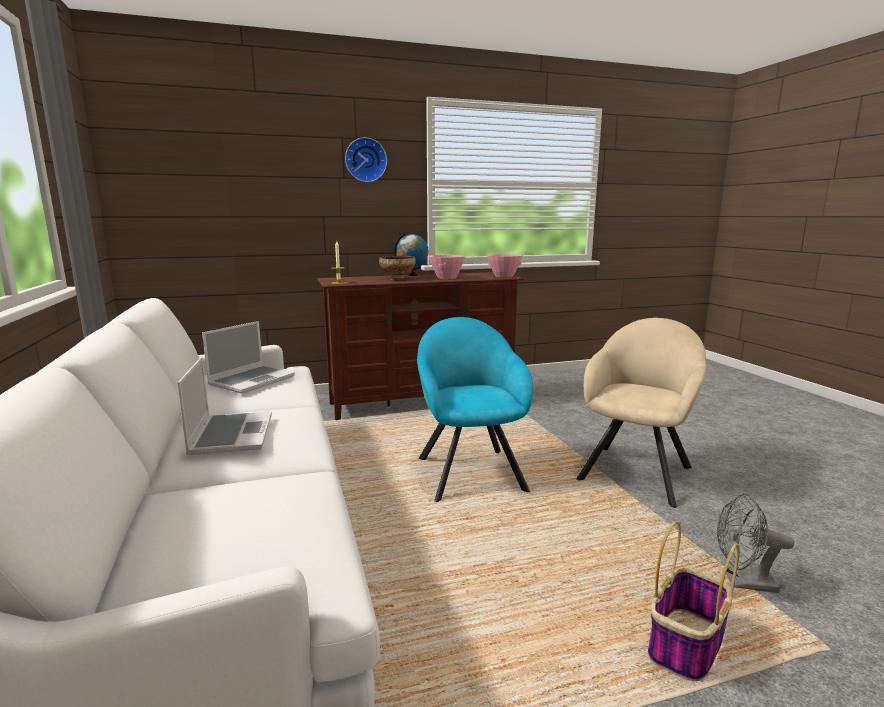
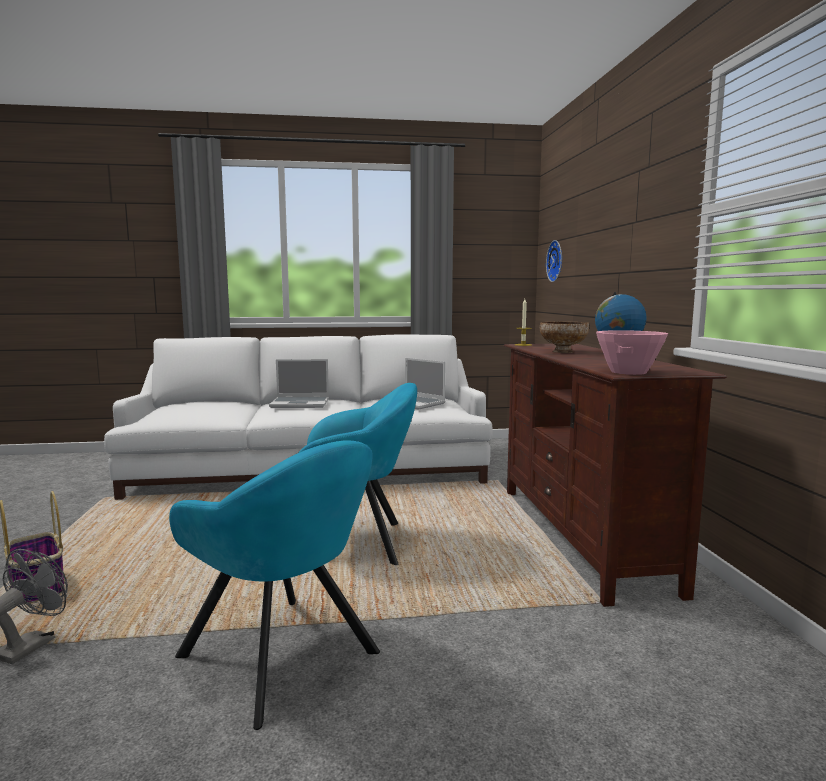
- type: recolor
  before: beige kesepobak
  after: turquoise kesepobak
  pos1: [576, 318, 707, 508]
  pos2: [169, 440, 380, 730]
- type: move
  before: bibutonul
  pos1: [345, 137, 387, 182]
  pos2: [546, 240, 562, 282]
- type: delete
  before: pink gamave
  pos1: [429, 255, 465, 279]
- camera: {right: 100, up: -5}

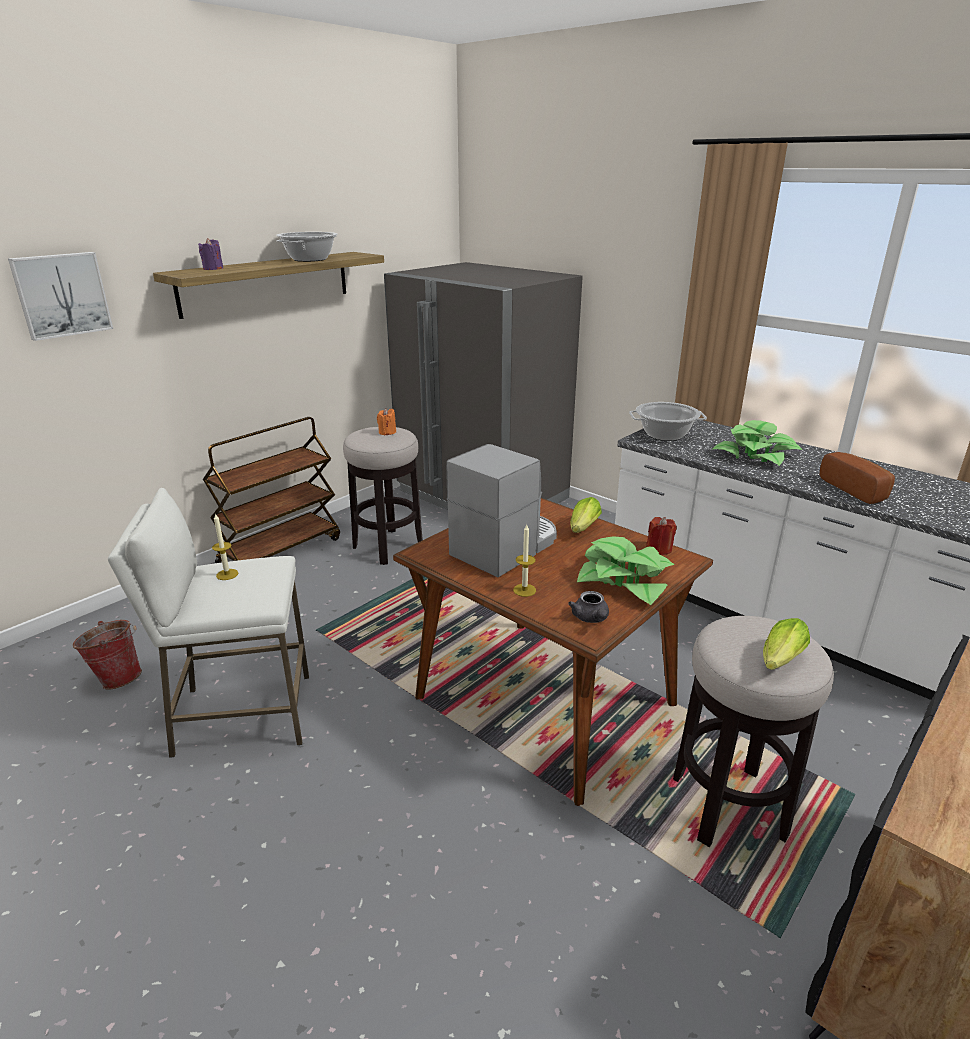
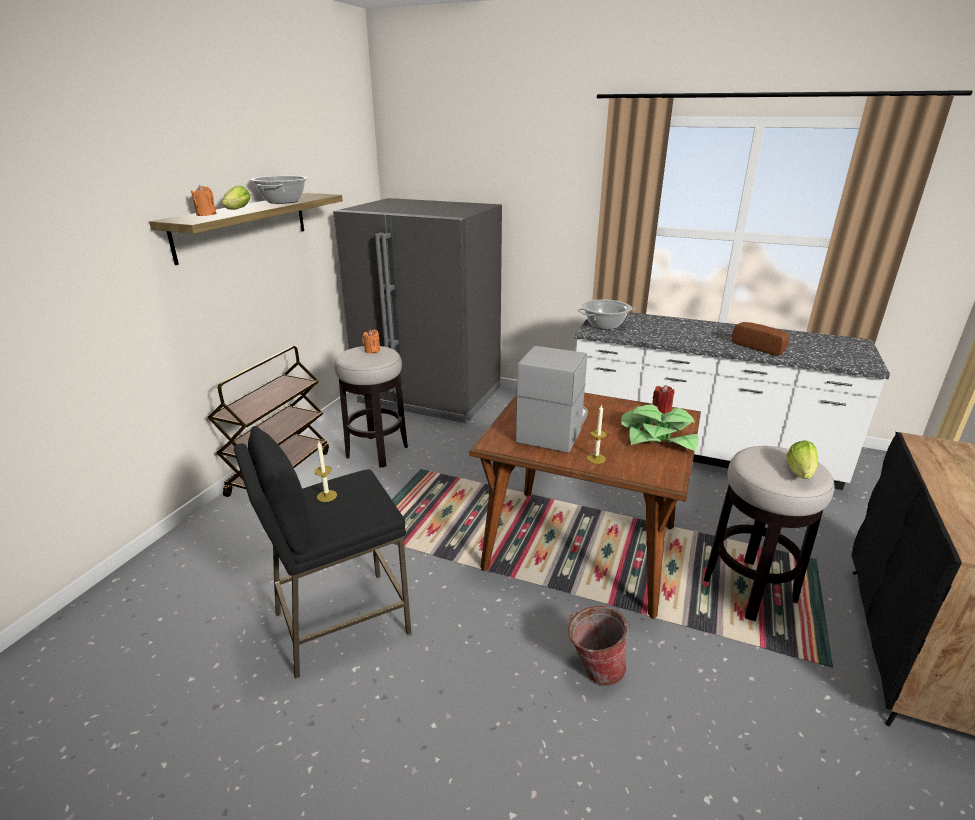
- type: recolor
  before: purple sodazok
  after: orange sodazok
  pos1: [199, 238, 223, 270]
  pos2: [191, 185, 217, 216]
- type: move
  before: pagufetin
  pos1: [570, 497, 602, 533]
  pos2: [222, 185, 250, 210]
- type: recolor
  before: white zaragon
  after: black zaragon
  pos1: [108, 488, 309, 758]
  pos2: [234, 426, 411, 679]
- type: move
  before: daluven
  pos1: [73, 620, 142, 690]
  pos2: [568, 606, 631, 686]
- type: delete
  before: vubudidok
  pos1: [8, 252, 113, 341]
- type: delete
  before: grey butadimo
  pos1: [568, 591, 609, 623]
- type: delete
  before: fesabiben
  pos1: [713, 420, 803, 466]
- camera: {right: -20, up: 0}

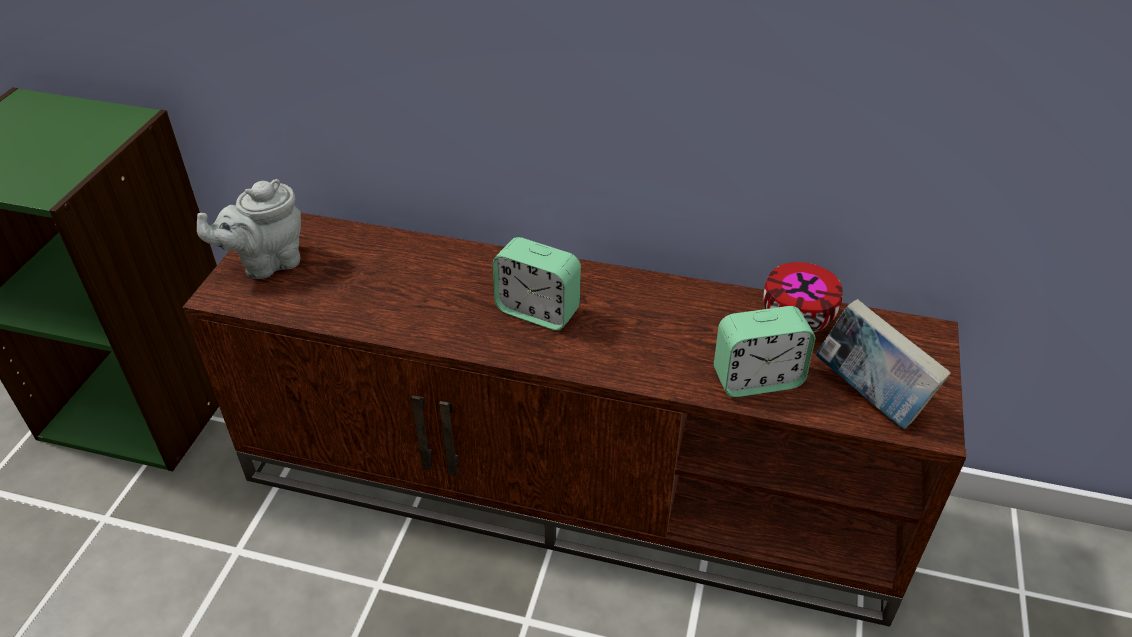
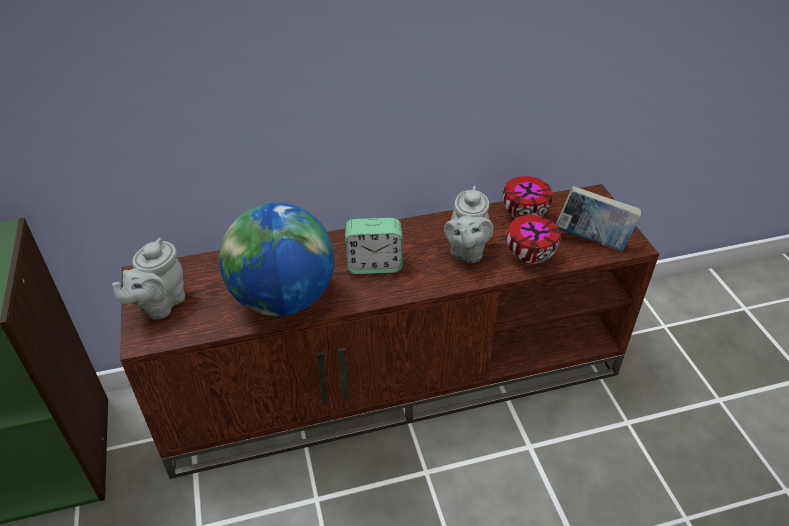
- type: insert
  after: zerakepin
  pos2: [219, 203, 334, 317]
- type: insert
  after: grey butadimo
  pos2: [444, 186, 493, 263]
- type: replace
  before: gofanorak
  after: gamave
  pos1: [714, 306, 815, 397]
  pos2: [506, 215, 561, 263]
- camera: {right: -30, up: 0}

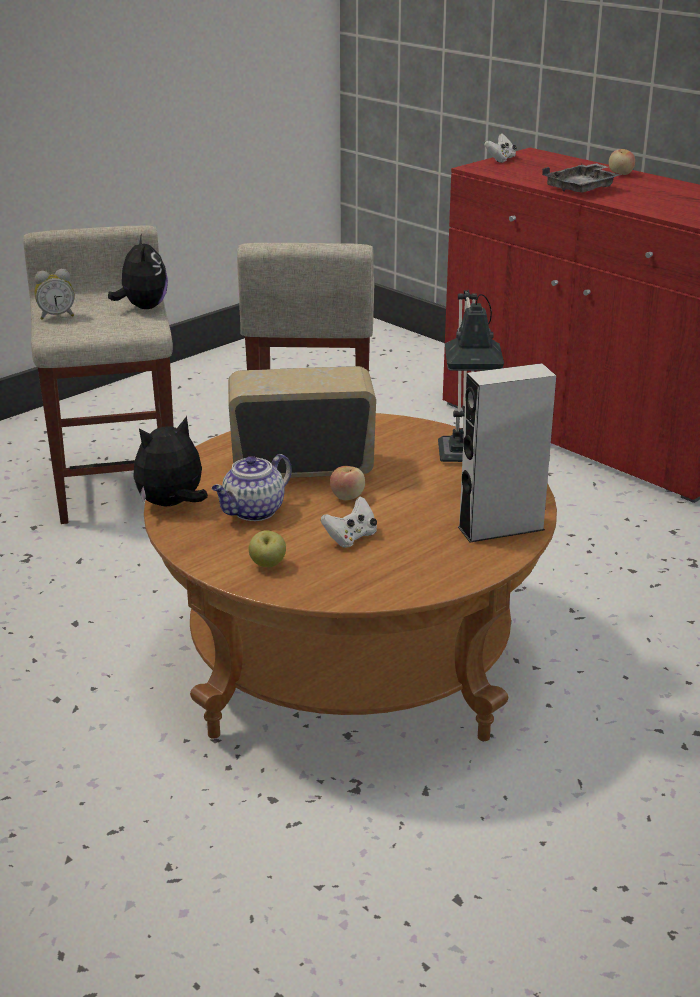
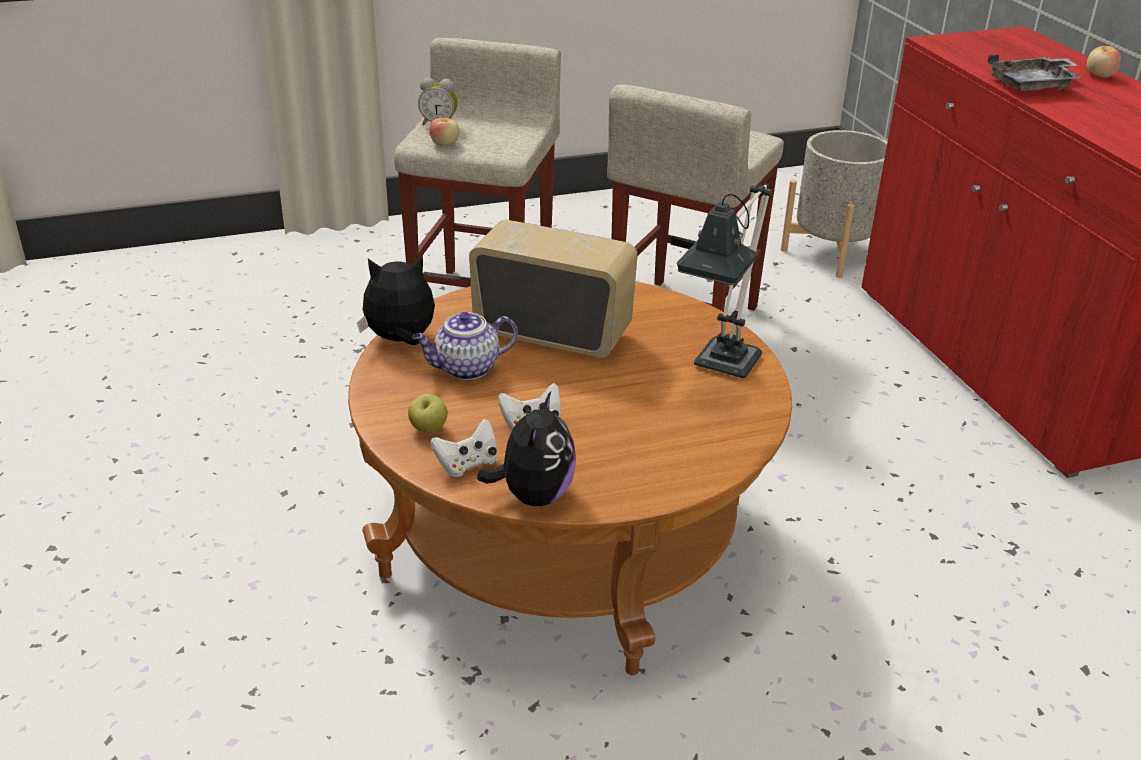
- type: move
  before: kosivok
  pos1: [330, 466, 365, 500]
  pos2: [429, 118, 459, 146]
- type: move
  before: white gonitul
  pos1: [484, 133, 517, 163]
  pos2: [430, 419, 498, 477]
- type: move
  before: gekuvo
  pos1: [108, 234, 168, 309]
  pos2: [477, 391, 576, 506]
- type: insert
  after: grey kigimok
  pos2: [781, 130, 887, 278]
- type: delete
  before: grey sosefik
  pos1: [458, 363, 556, 542]
- camera: {right: 25, up: 5}

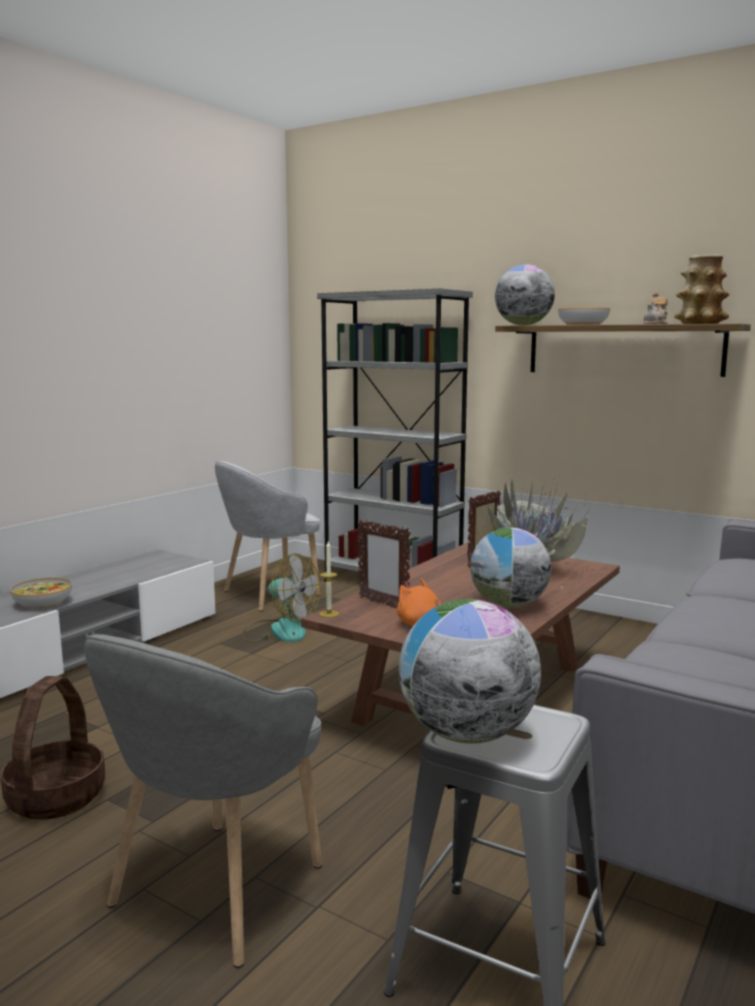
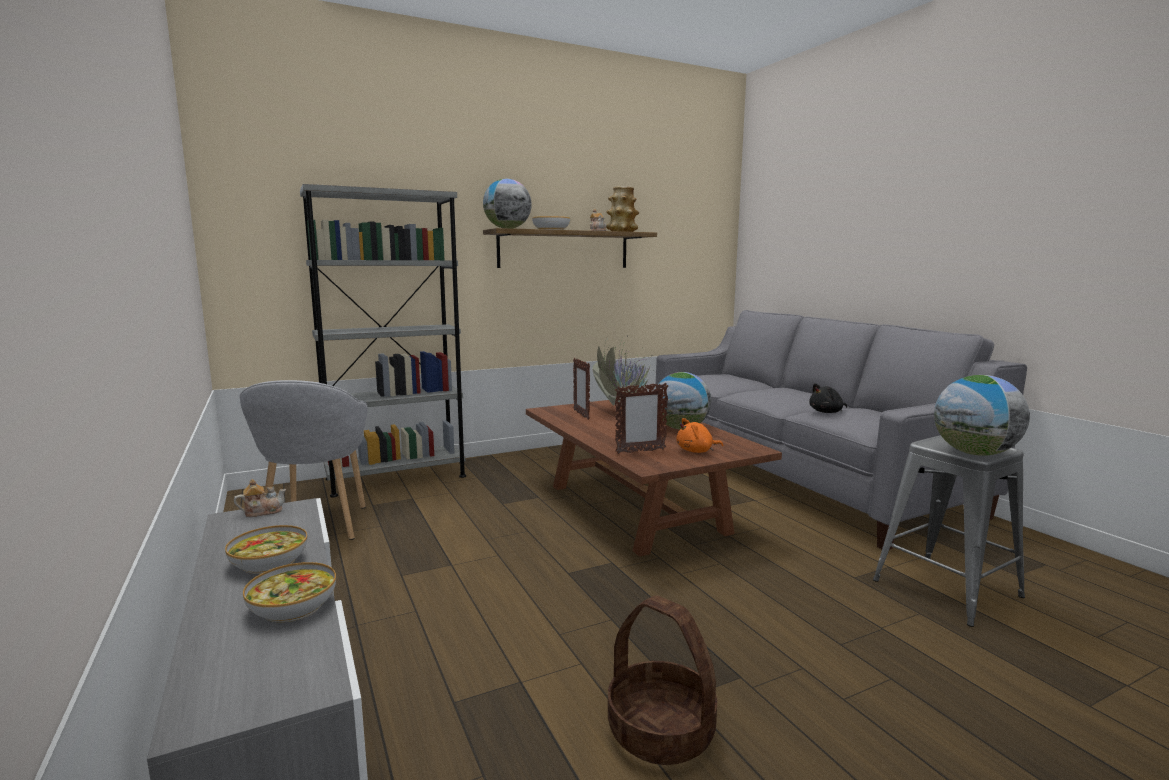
- type: insert
  after: gamave
  pos2: [225, 525, 307, 574]
- type: insert
  after: butadimo
  pos2: [234, 479, 287, 517]
- type: insert
  after: black gekuvo
  pos2: [809, 383, 847, 413]
- type: delete
  before: grey kesepobak
  pos1: [84, 634, 322, 968]
- type: delete
  before: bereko
  pos1: [242, 553, 320, 642]
- type: delete
  before: sodazok
  pos1: [319, 541, 339, 618]
- camera: {right: -60, up: 0}

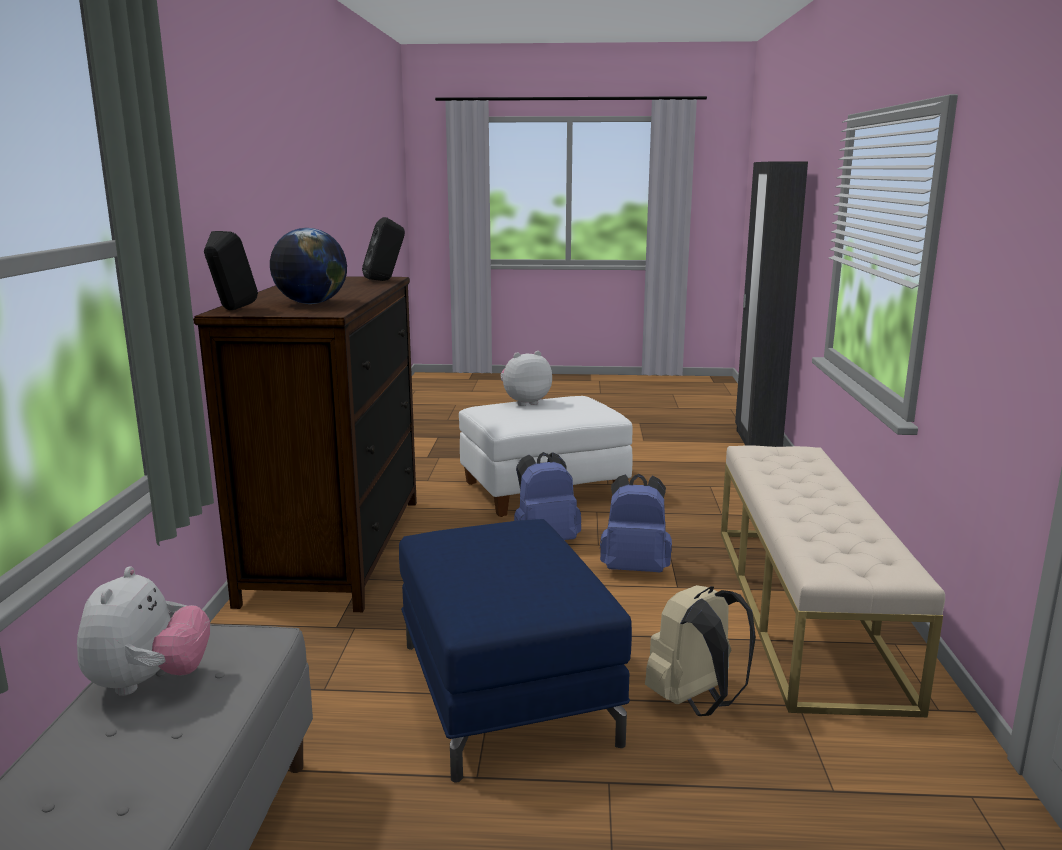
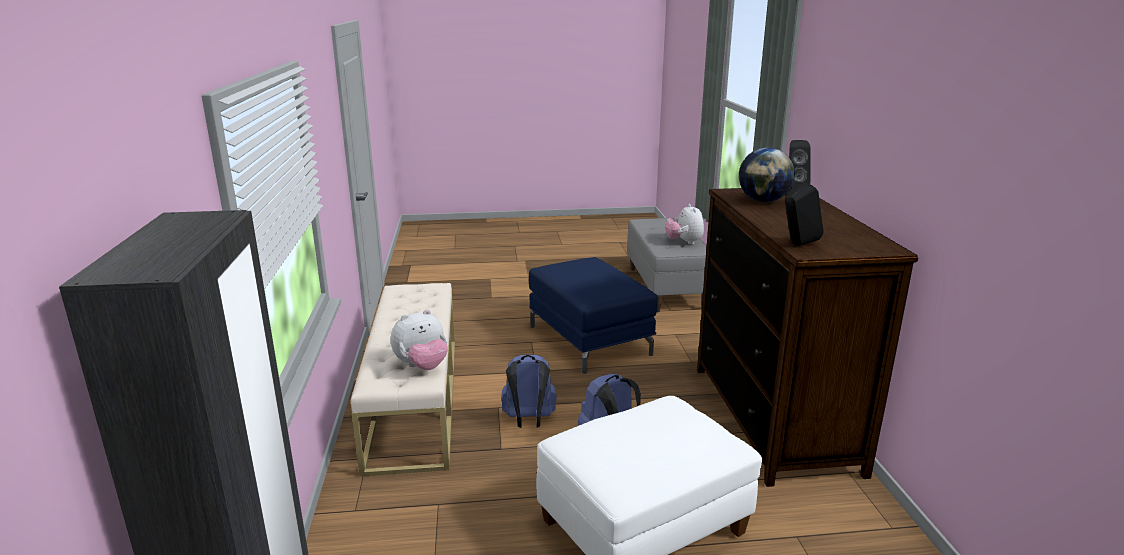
- type: move
  before: gekuvo
  pos1: [501, 351, 552, 406]
  pos2: [391, 309, 448, 370]
- type: delete
  before: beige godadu
  pos1: [645, 585, 756, 716]
- camera: {right: 170, up: 5}

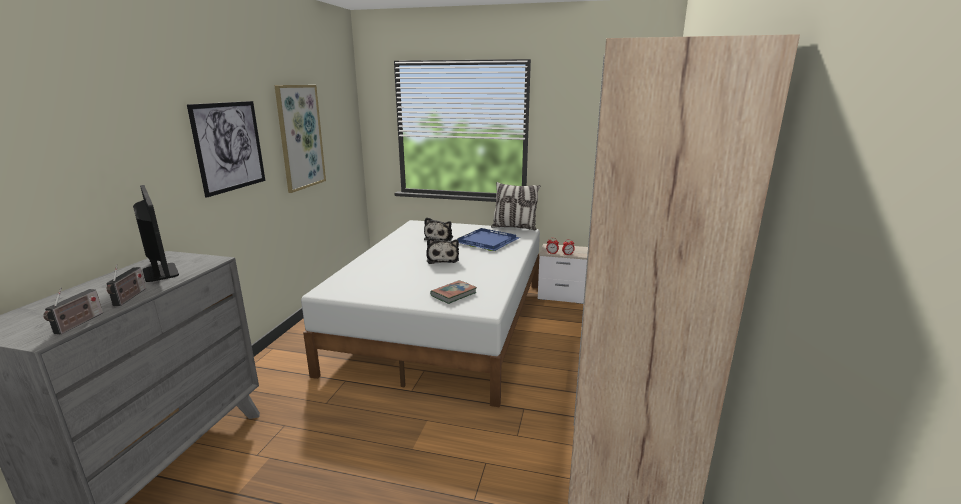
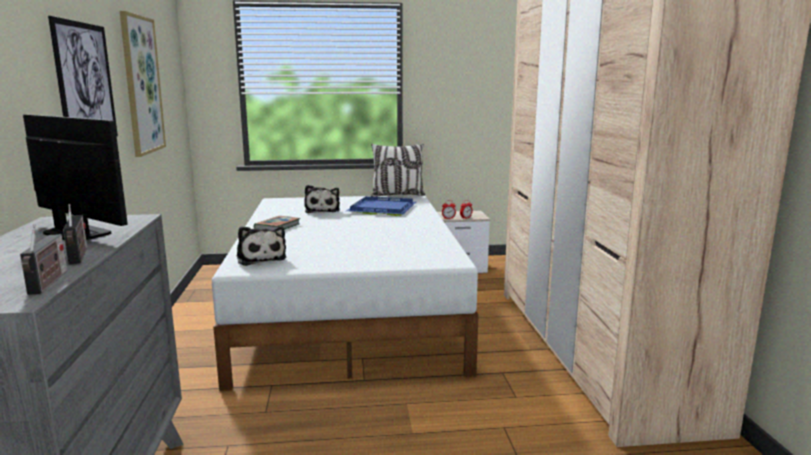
- type: move
  before: gekuvo
  pos1: [426, 237, 459, 264]
  pos2: [237, 226, 287, 266]
- type: move
  before: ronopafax
  pos1: [430, 280, 477, 304]
  pos2: [254, 216, 300, 230]
- camera: {right: -20, up: -5}

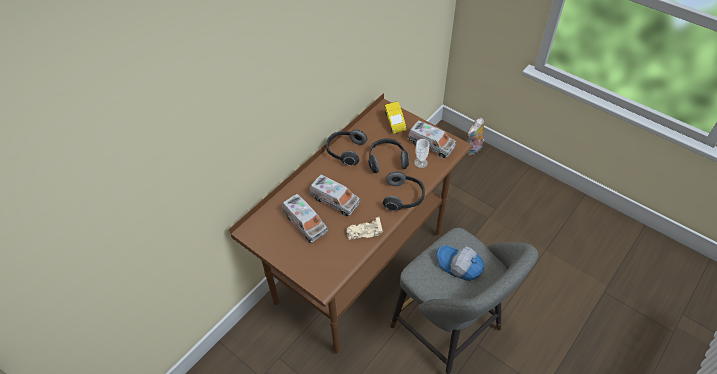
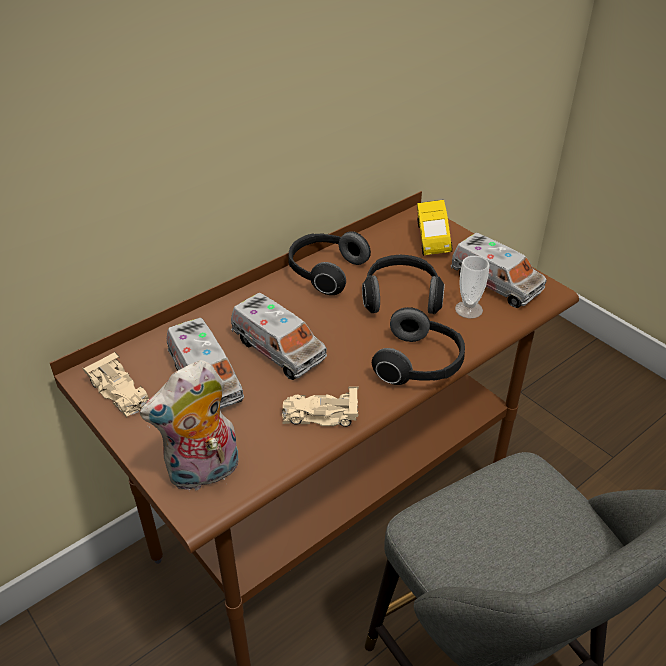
- type: insert
  after: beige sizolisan
  pos2: [82, 351, 150, 418]
- type: move
  before: gekuvo
  pos1: [466, 118, 484, 155]
  pos2: [140, 360, 239, 490]
- type: delete
  before: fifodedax
  pos1: [436, 245, 484, 281]
- camera: {right: 10, up: -10}

